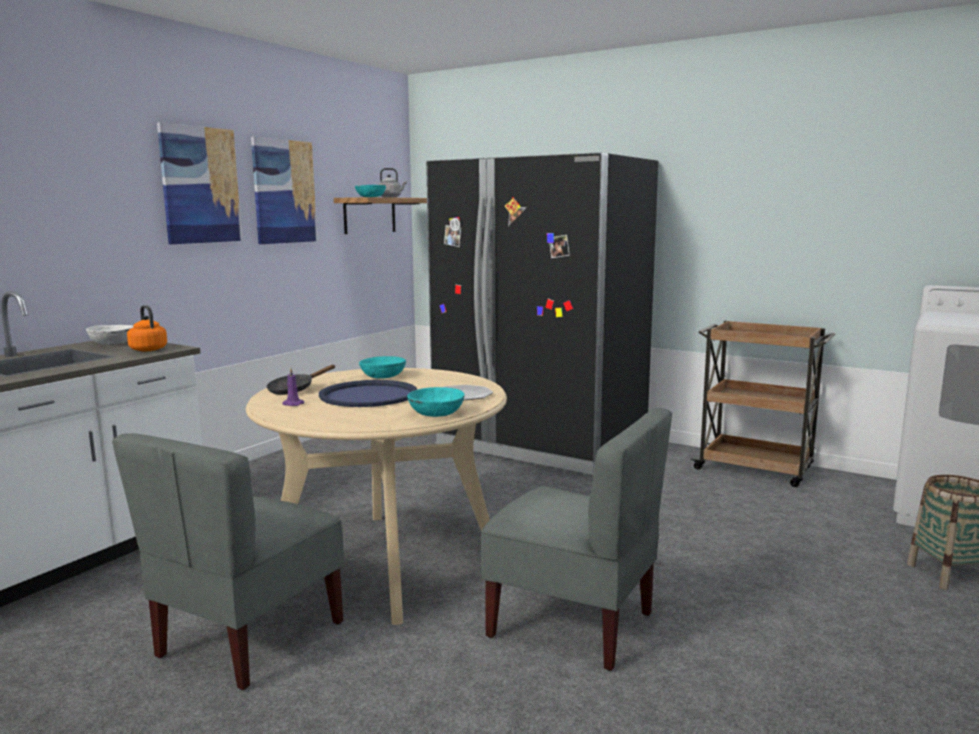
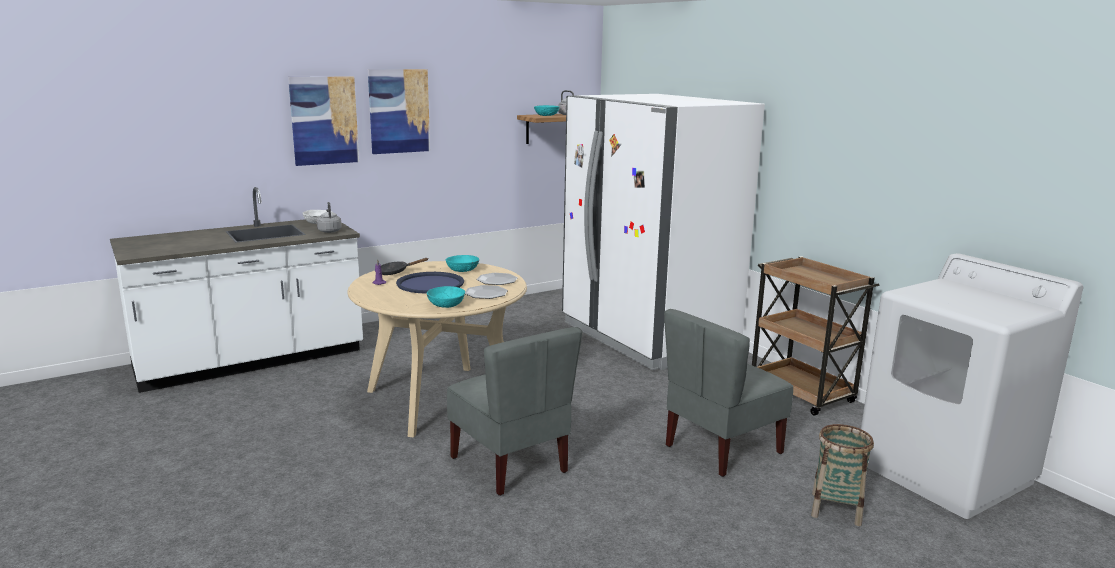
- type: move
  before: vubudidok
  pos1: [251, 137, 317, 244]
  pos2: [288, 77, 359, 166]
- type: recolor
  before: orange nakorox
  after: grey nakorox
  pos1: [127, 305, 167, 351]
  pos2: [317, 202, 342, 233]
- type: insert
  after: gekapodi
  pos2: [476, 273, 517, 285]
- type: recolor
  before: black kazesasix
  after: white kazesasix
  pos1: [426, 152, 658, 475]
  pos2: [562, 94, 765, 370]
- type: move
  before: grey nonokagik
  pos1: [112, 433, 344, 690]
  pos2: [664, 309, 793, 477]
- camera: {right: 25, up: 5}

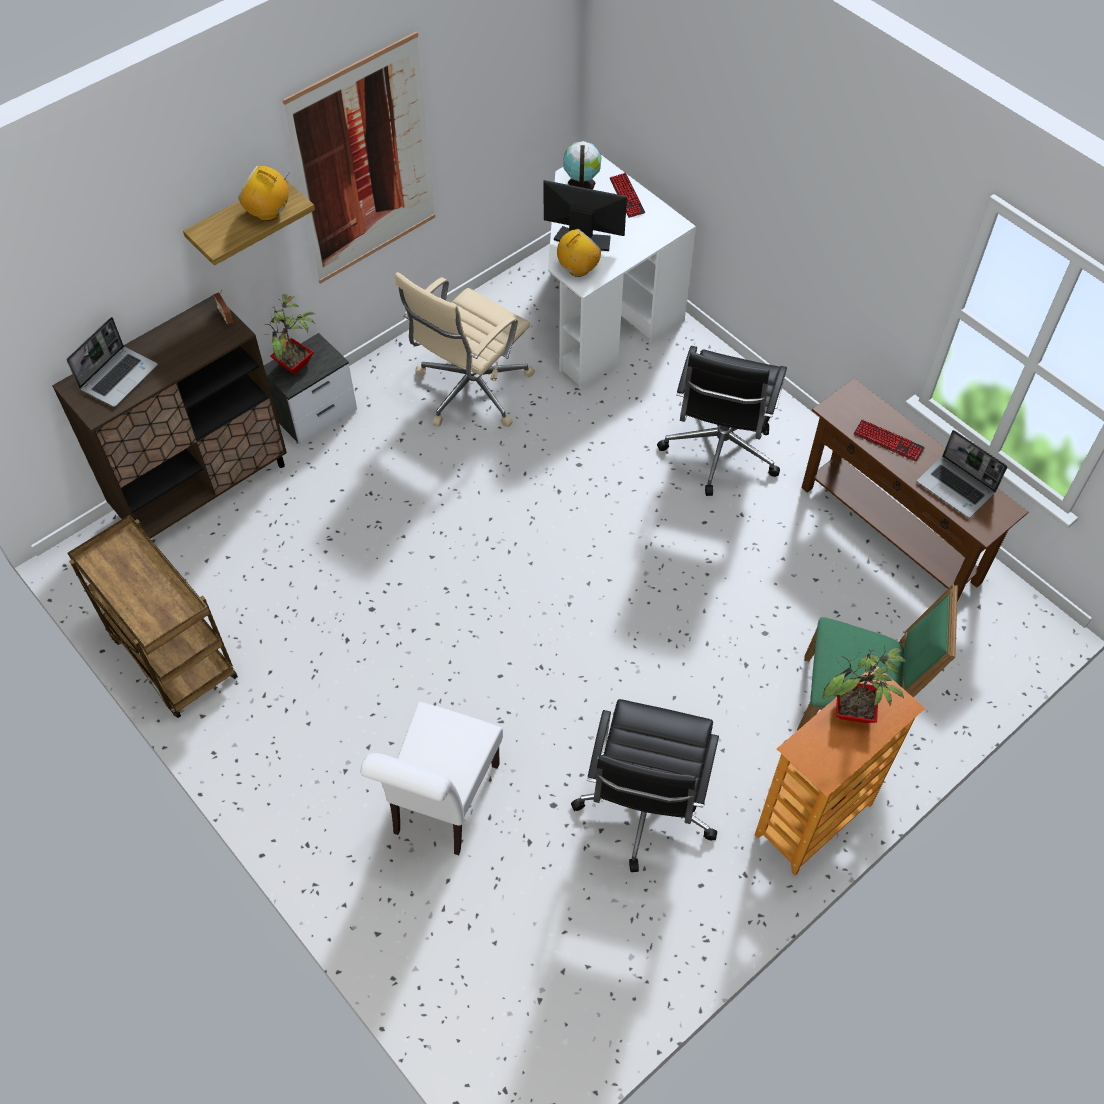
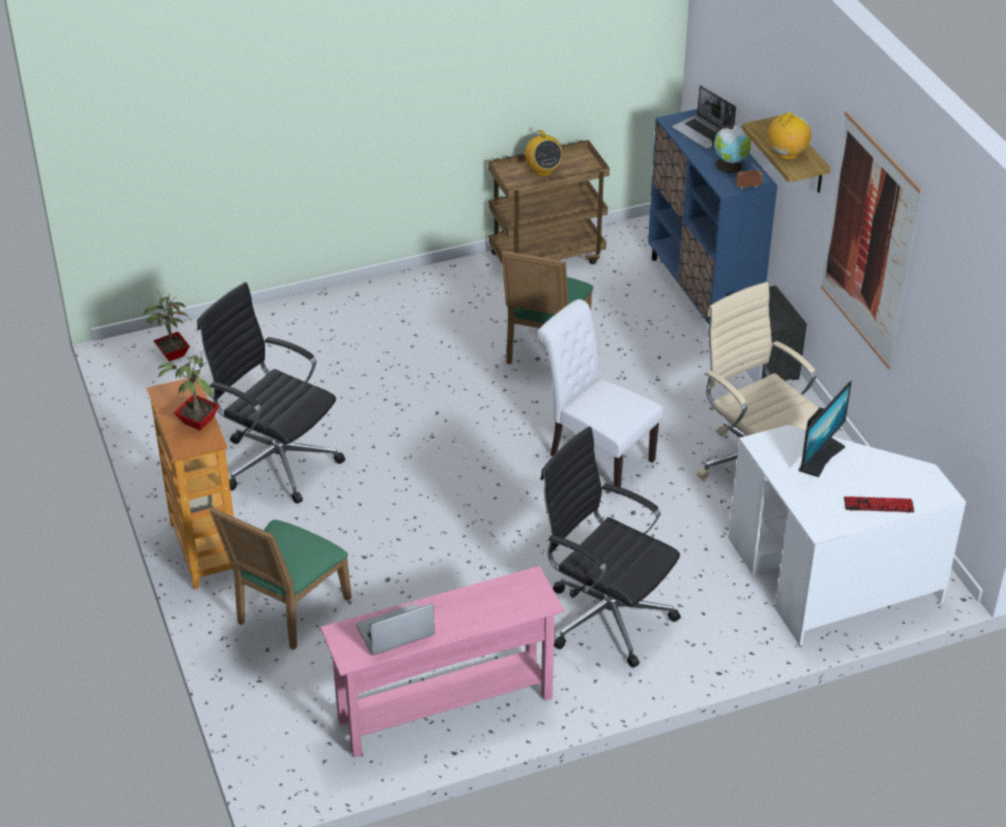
- type: move
  before: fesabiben
  pos1: [263, 294, 315, 374]
  pos2: [143, 290, 190, 362]
- type: recolor
  before: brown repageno
  after: pink repageno
  pos1: [801, 378, 1028, 602]
  pos2: [320, 566, 564, 757]
- type: insert
  after: green nonokagik
  pos2: [501, 250, 593, 364]
- type: move
  before: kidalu
  pos1: [557, 229, 601, 277]
  pos2: [525, 130, 563, 176]
- type: move
  before: white nonokagik
  pos1: [360, 702, 503, 855]
  pos2: [537, 299, 663, 494]
- type: recolor
  before: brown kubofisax
  after: blue kubofisax
  pos1: [52, 295, 287, 539]
  pos2: [648, 109, 777, 337]
- type: move
  before: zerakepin
  pos1: [563, 141, 601, 190]
  pos2: [712, 125, 751, 173]
- type: delete
  before: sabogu
  pos1: [853, 420, 925, 462]
- camera: {right: 110, up: -15}

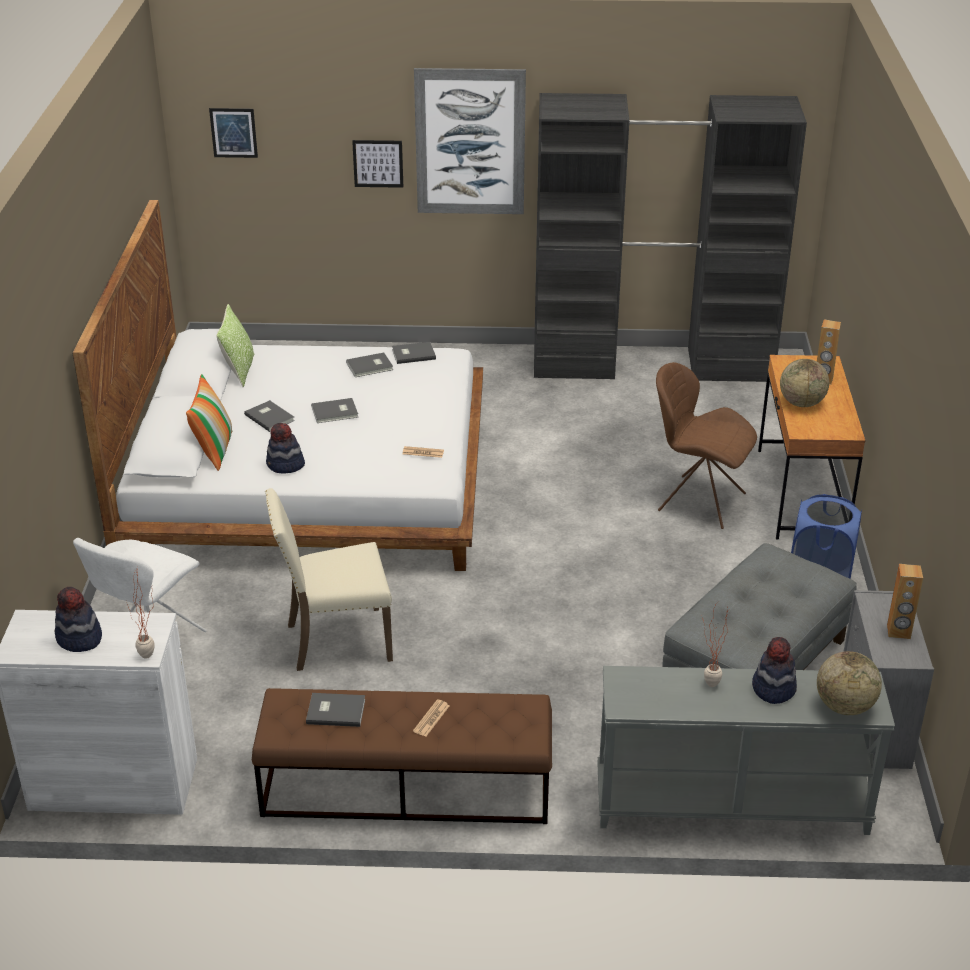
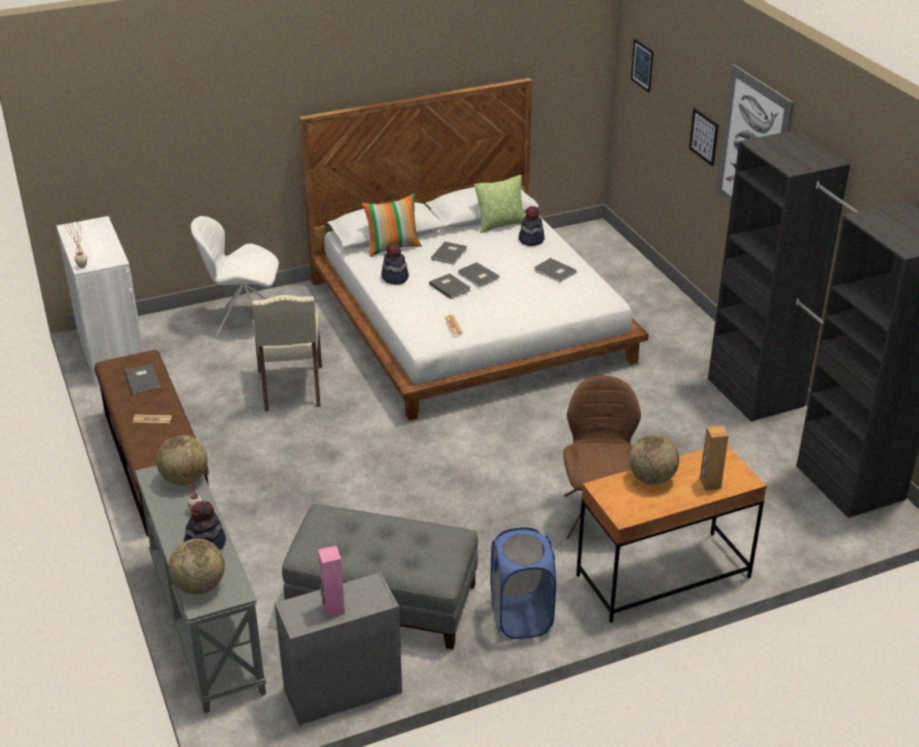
- type: insert
  after: zerakepin
  pos2: [156, 435, 207, 486]
- type: rotate
  before: beige nonokagik
  pos1: [265, 488, 393, 671]
  pos2: [252, 295, 322, 411]
  turn: -150
- type: recolor
  before: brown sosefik
  after: pink sosefik
  pos1: [887, 564, 923, 639]
  pos2: [318, 546, 345, 617]
- type: move
  before: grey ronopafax
  pos1: [392, 342, 436, 364]
  pos2: [429, 273, 471, 299]
- type: move
  before: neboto
  pos1: [54, 587, 102, 652]
  pos2: [519, 206, 545, 246]
- camera: {right: 65, up: 0}

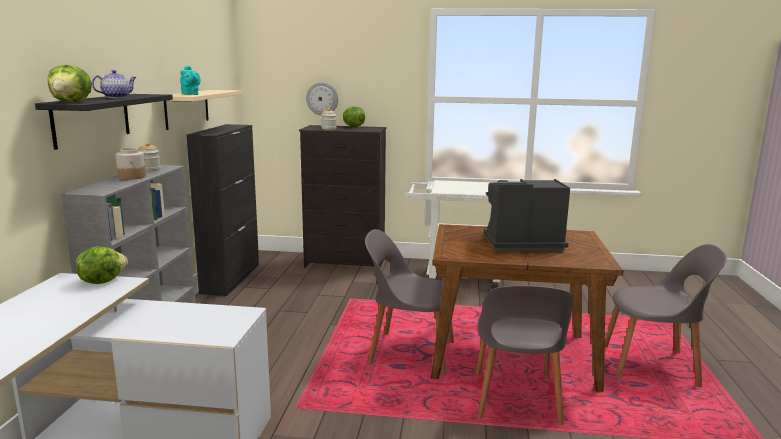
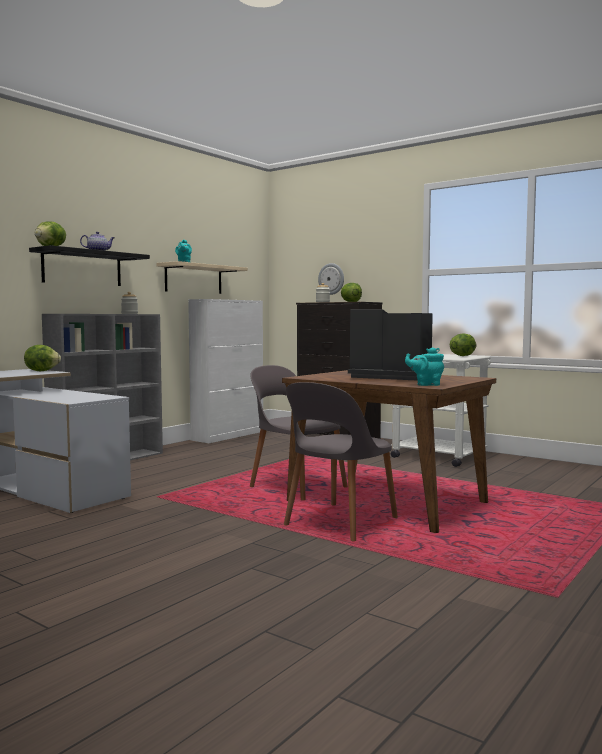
- type: recolor
  before: black kubofisax
  after: white kubofisax
  pos1: [186, 124, 259, 296]
  pos2: [188, 299, 263, 443]
- type: insert
  after: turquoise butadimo
  pos2: [405, 347, 444, 386]
- type: insert
  after: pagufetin
  pos2: [450, 333, 477, 356]
- type: delete
  before: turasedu
  pos1: [116, 148, 146, 180]
- type: delete
  before: grey nonokagik
  pos1: [605, 244, 727, 387]
- camera: {right: 30, up: -10}

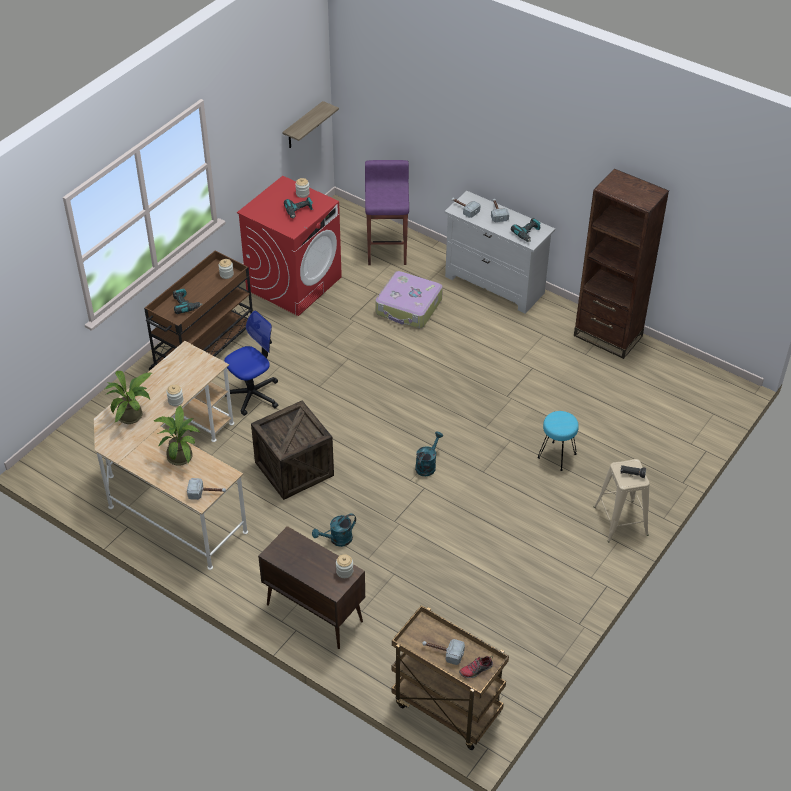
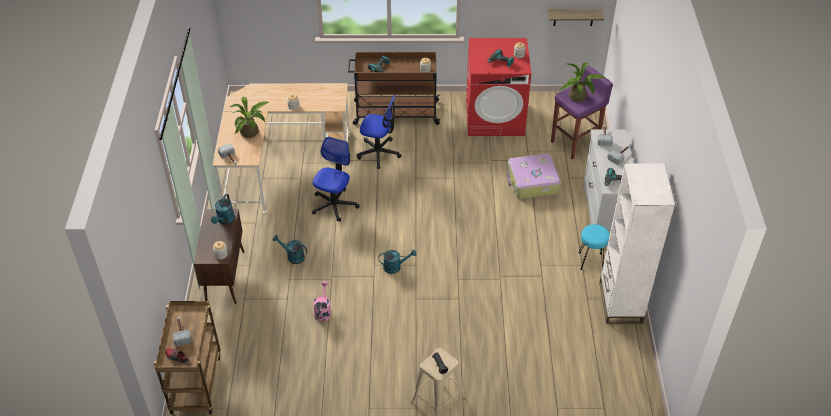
- type: insert
  after: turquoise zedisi
  pos2: [211, 194, 235, 224]
- type: replace
  before: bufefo
  after: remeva
  pos1: [251, 400, 334, 500]
  pos2: [312, 137, 360, 222]
- type: insert
  after: pink zedisi
  pos2: [313, 282, 331, 322]
- type: move
  before: fesabiben
  pos1: [105, 371, 152, 424]
  pos2: [560, 62, 605, 102]
- type: move
  before: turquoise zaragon
  pos1: [537, 411, 579, 471]
  pos2: [578, 224, 610, 270]
- type: recolor
  before: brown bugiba
  after: white bugiba
  pos1: [574, 169, 669, 359]
  pos2: [599, 163, 675, 324]
- camera: {right: 55, up: 0}

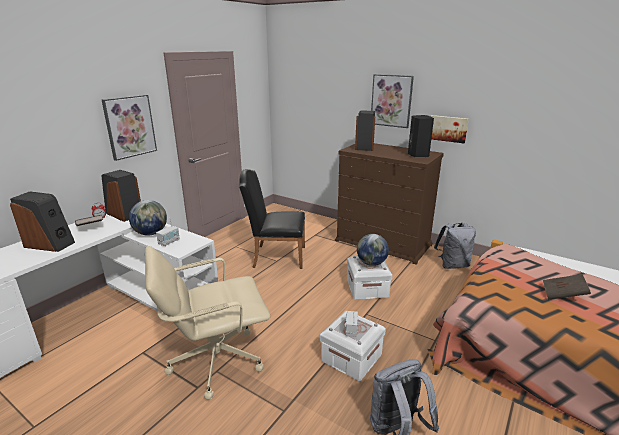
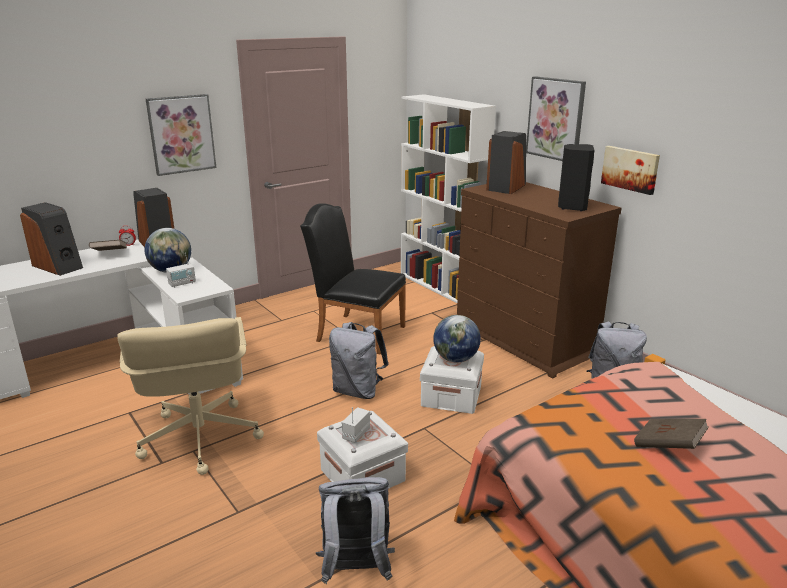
- type: rotate
  before: beige remeva
  pos1: [145, 246, 270, 400]
  pos2: [117, 317, 264, 475]
  turn: -105
- type: insert
  after: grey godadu
  pos2: [329, 322, 389, 399]
- type: insert
  after: white bugiba
  pos2: [401, 94, 496, 303]
- camera: {right: 20, up: 0}

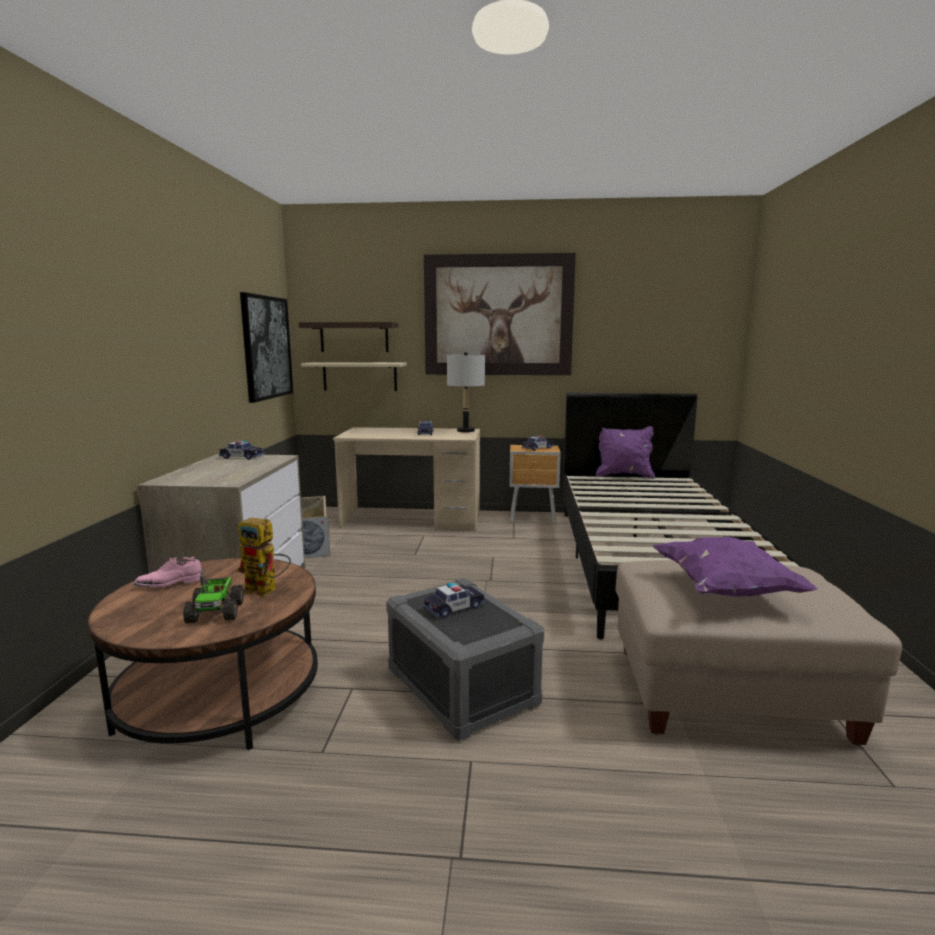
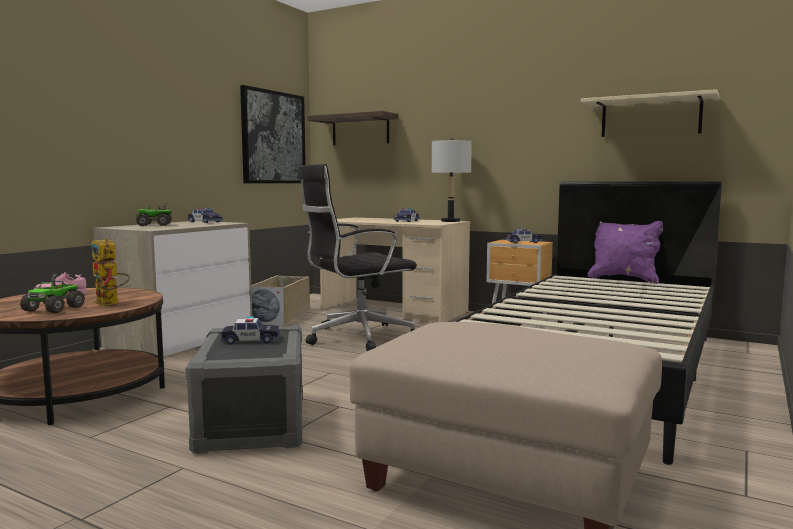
- type: insert
  after: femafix
  pos2: [136, 202, 172, 226]
- type: insert
  after: black remeva
  pos2: [297, 164, 417, 351]
- type: move
  before: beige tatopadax
  pos1: [301, 362, 407, 391]
  pos2: [581, 89, 719, 137]
- type: delete
  before: vubudidok
  pos1: [424, 253, 576, 375]
- type: delete
  before: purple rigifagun
  pos1: [653, 537, 818, 597]
- camera: {right: 25, up: -5}

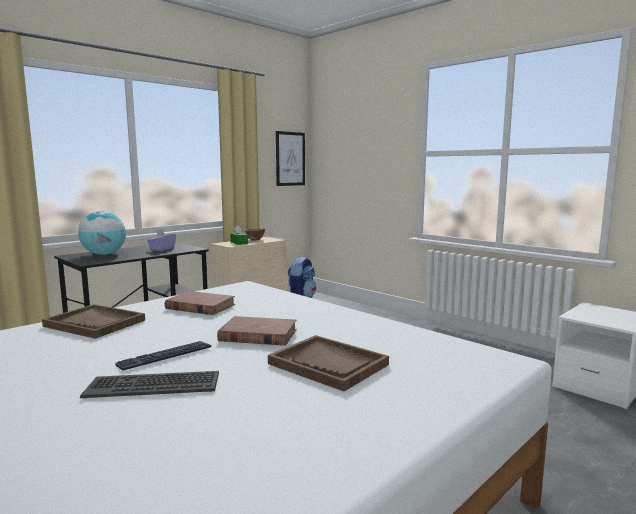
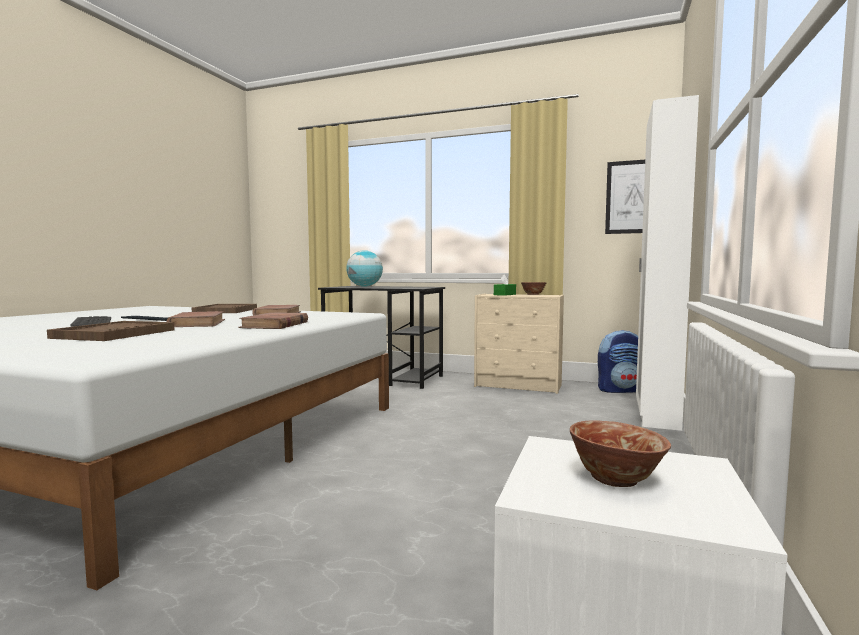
- type: insert
  after: brown ronopafax
  pos2: [238, 312, 308, 329]
- type: insert
  after: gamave
  pos2: [570, 420, 671, 487]
- type: insert
  after: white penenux
  pos2: [636, 95, 699, 431]
- type: delete
  before: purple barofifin
  pos1: [147, 228, 176, 251]
- camera: {right: 65, up: -5}

